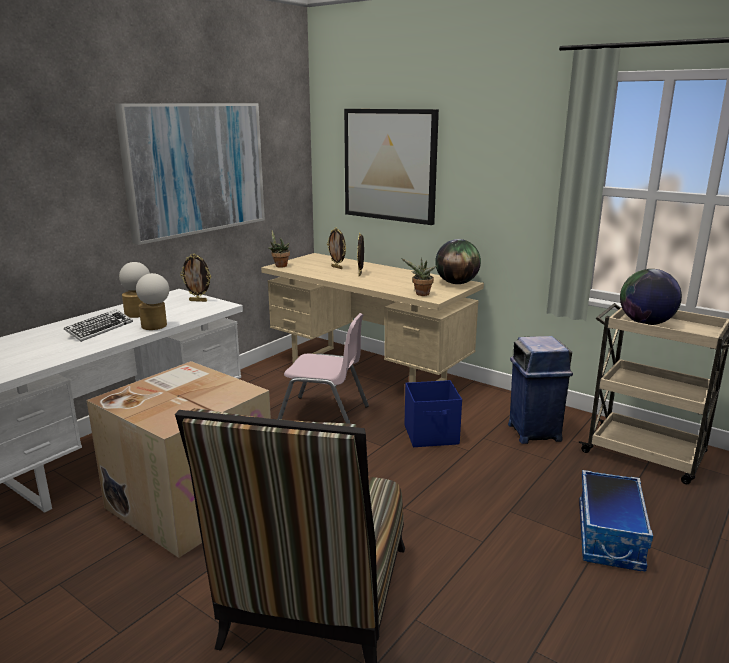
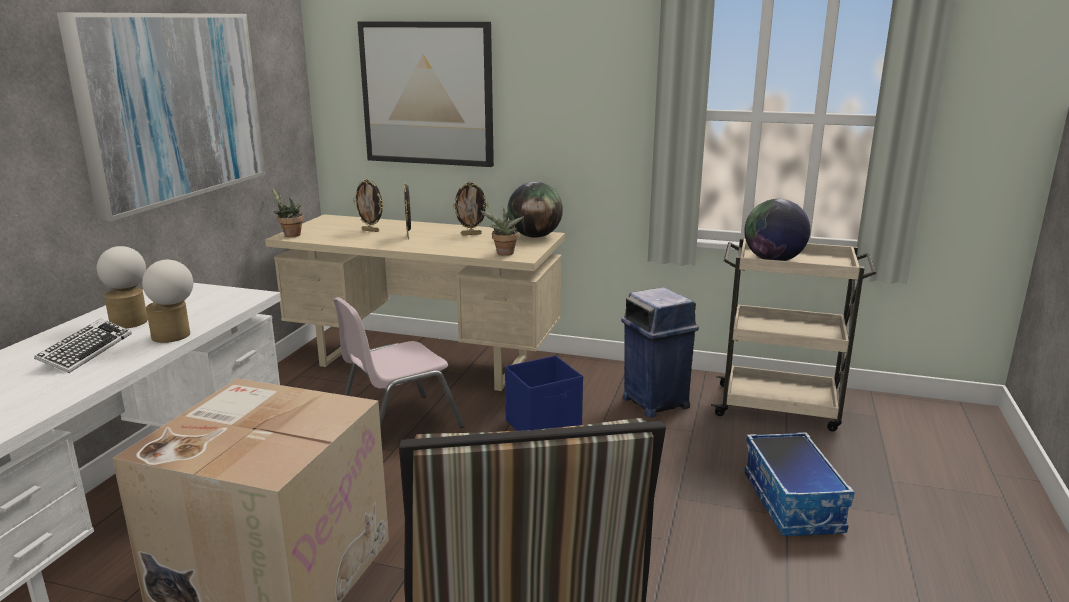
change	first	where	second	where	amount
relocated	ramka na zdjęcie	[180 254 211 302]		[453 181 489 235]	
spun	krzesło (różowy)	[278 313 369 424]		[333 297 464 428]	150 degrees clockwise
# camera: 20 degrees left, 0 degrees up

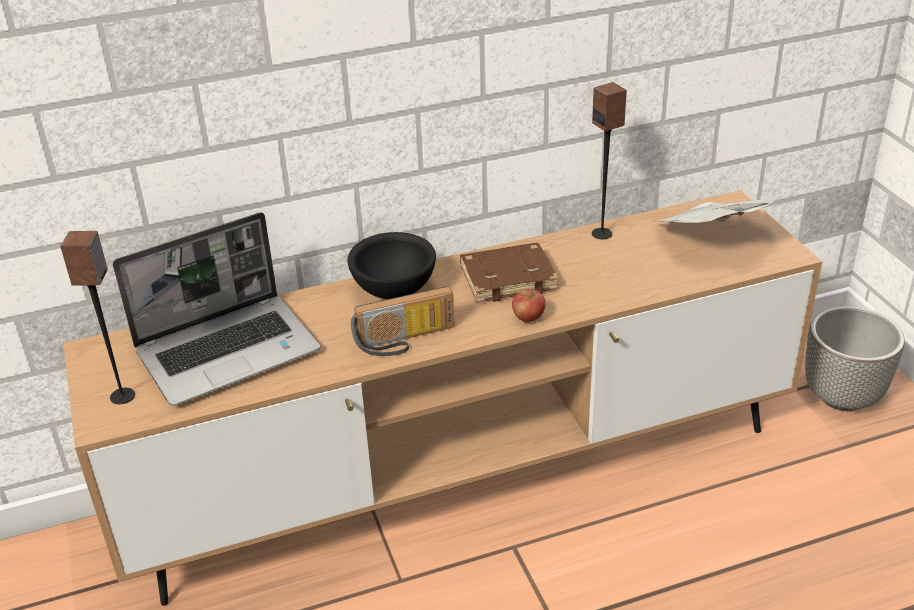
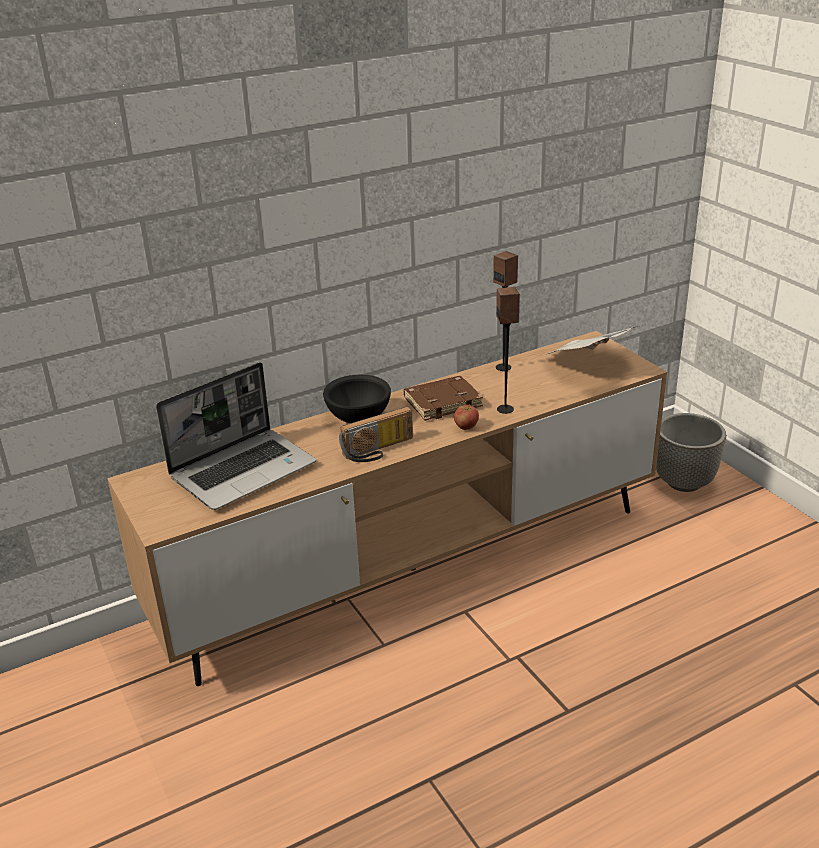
change	first	where	second	where	amount
relocated	głośnik	[60 231 135 404]		[496 287 520 414]	
# camera: 10 degrees left, 5 degrees down

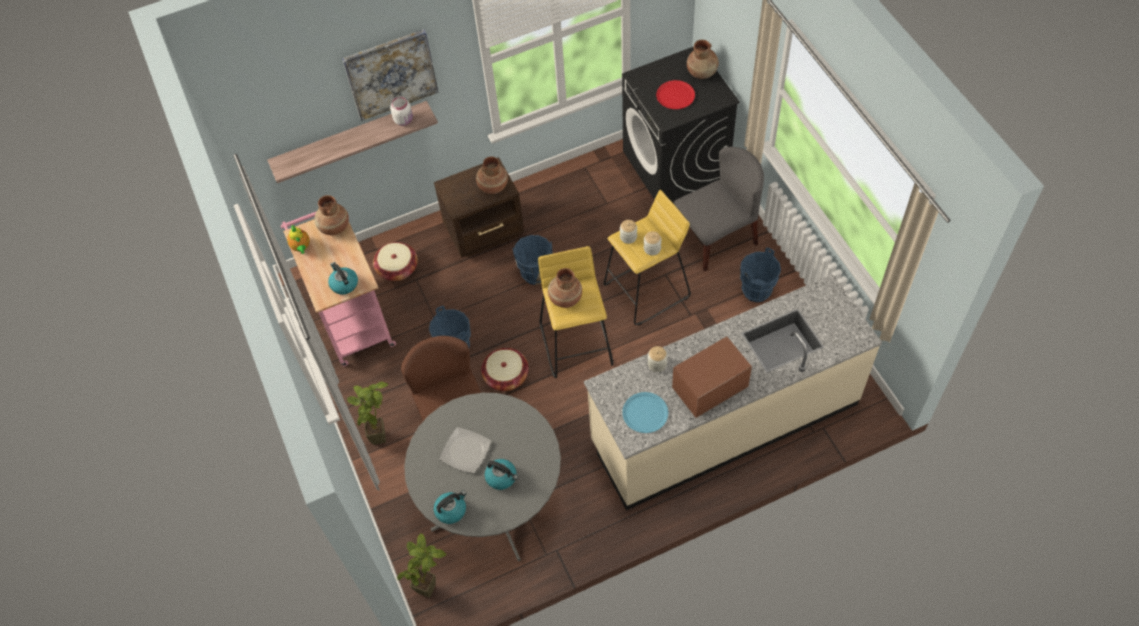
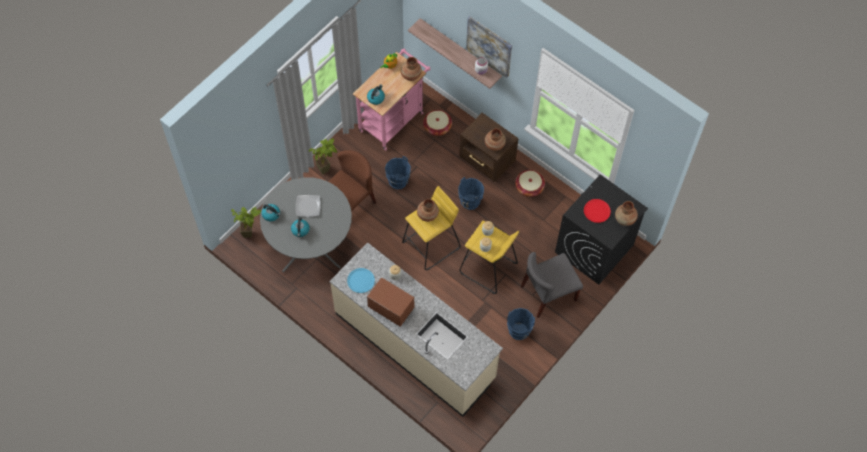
change	first	where	second	where	amount
spun	krzesło (szary)	[674 147 764 271]		[521 252 583 318]	120 degrees clockwise
relocated	koszyk	[481 348 529 391]		[515 170 545 197]	
# camera: 60 degrees right, 5 degrees up

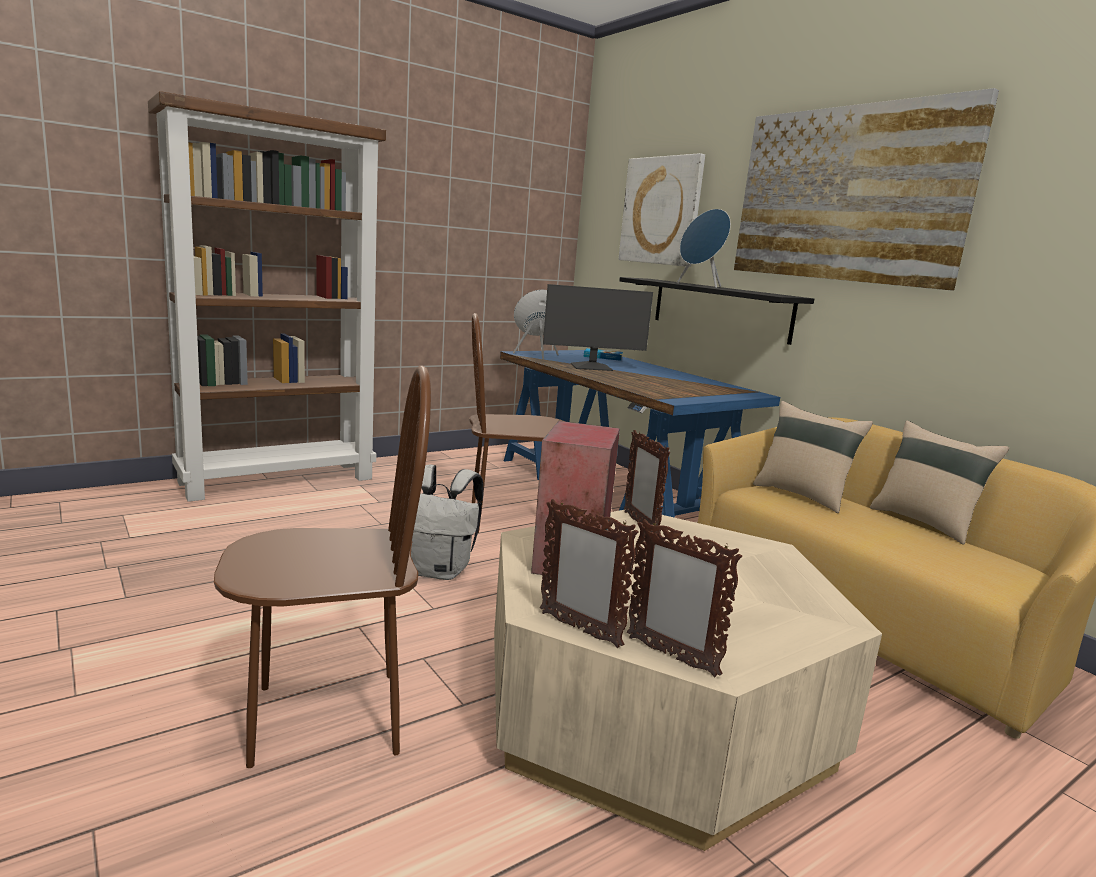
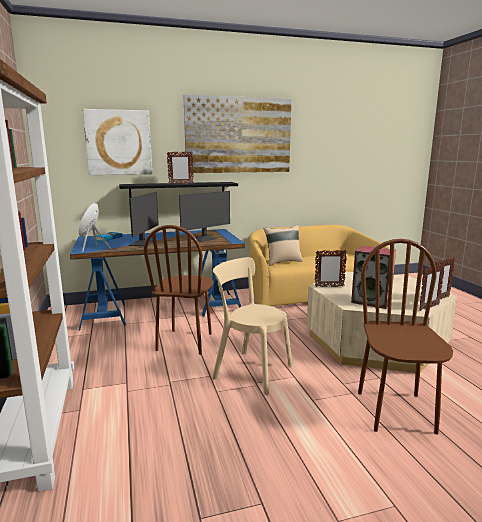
change	first	where	second	where	amount
exchanged	głośnik (niebieski)	[677 209 731 288]	ramka na zdjęcie	[167 151 194 184]	
missing	poduszka (beżowy)	[870 421 1009 545]			
exchanged	plecak (biały)	[411 465 484 580]	krzesło (beżowy)	[212 257 293 395]	
appeared			monitor	[179 191 230 242]	
# camera: 70 degrees left, 0 degrees up

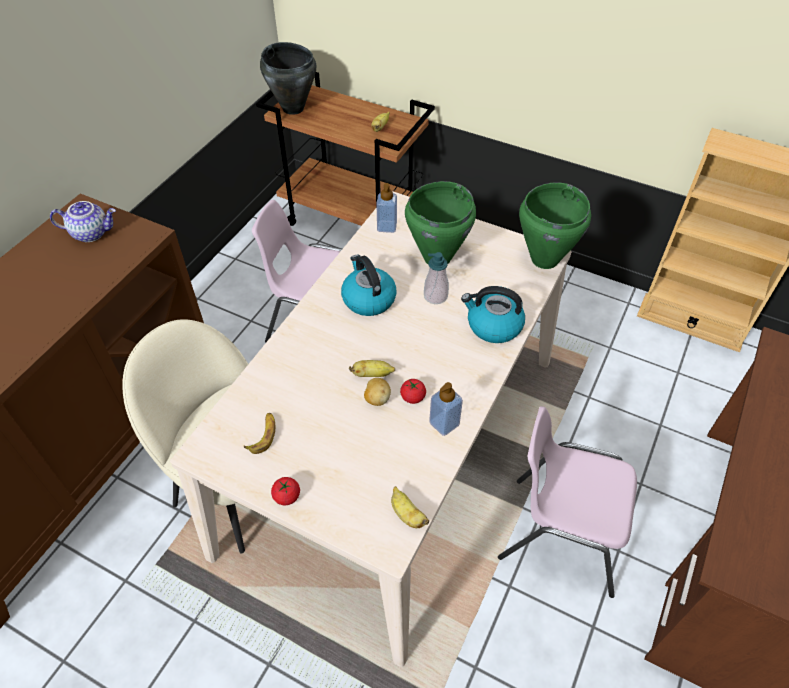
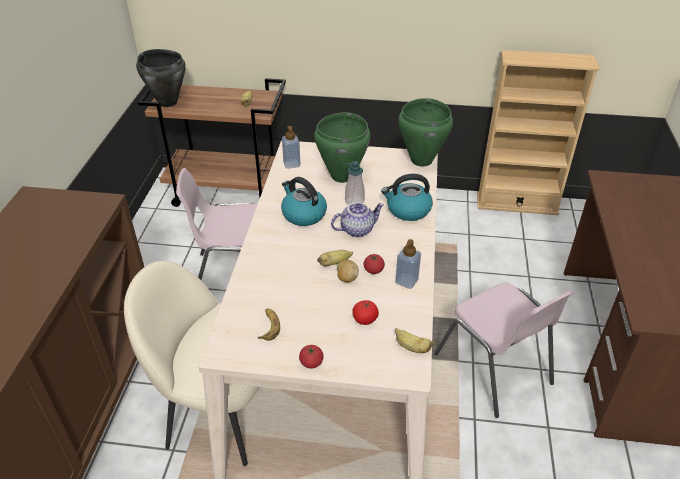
change	first	where	second	where	amount
relocated	imbryk	[50 201 116 242]		[331 203 384 237]	
spun	krzesło (różowy)	[498 406 637 598]		[434 283 574 418]	120 degrees counterclockwise
appeared			pomidor	[352 300 379 325]	
# camera: 20 degrees left, 10 degrees down

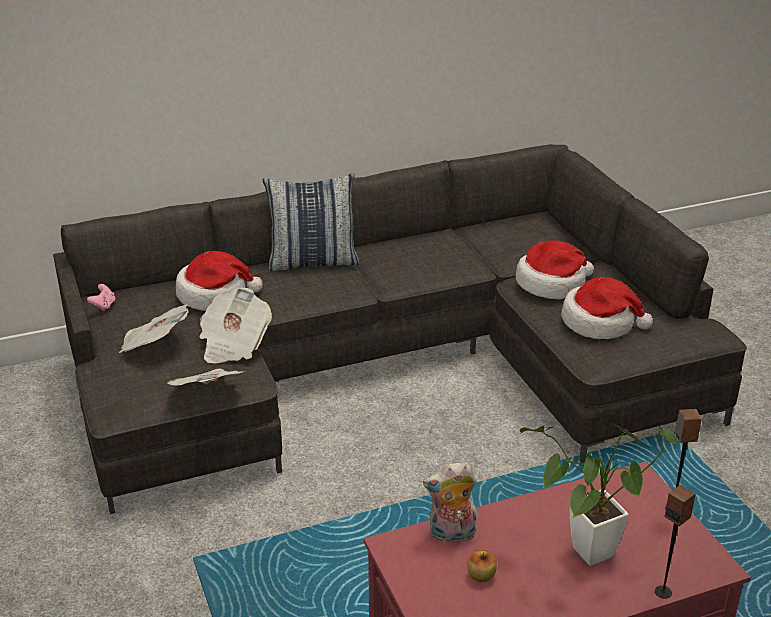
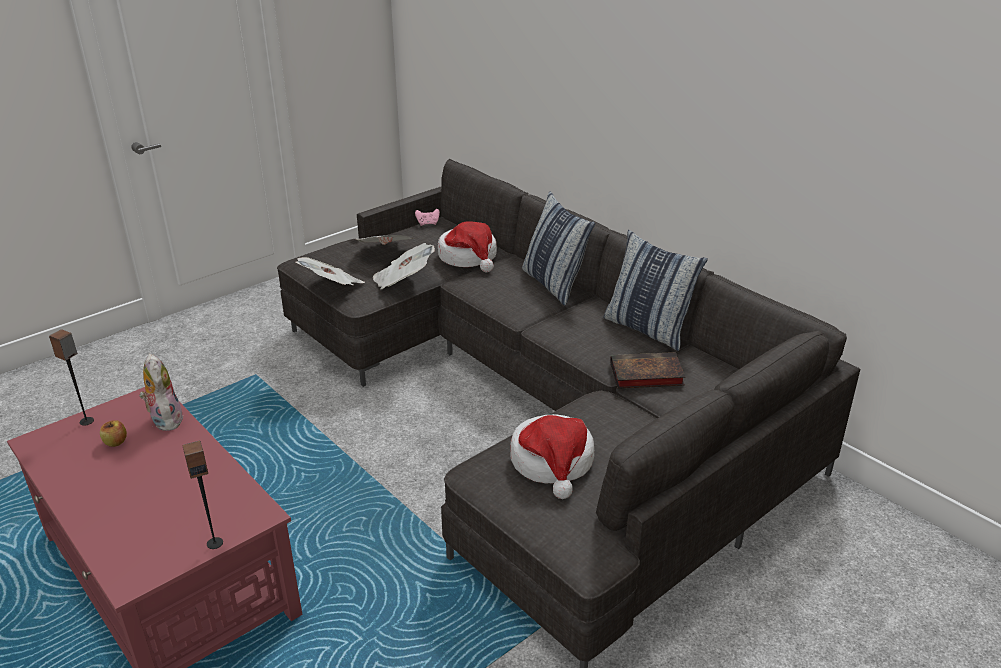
change	first	where	second	where	amount
missing	kapelusz	[516 240 594 299]			
missing	roślina doniczkowa	[520 424 678 566]			
relocated	głośnik	[655 485 696 599]		[49 329 94 426]	
appeared			poduszka	[603 230 708 351]	
appeared			książka	[610 352 686 389]	
# camera: 70 degrees right, 0 degrees up

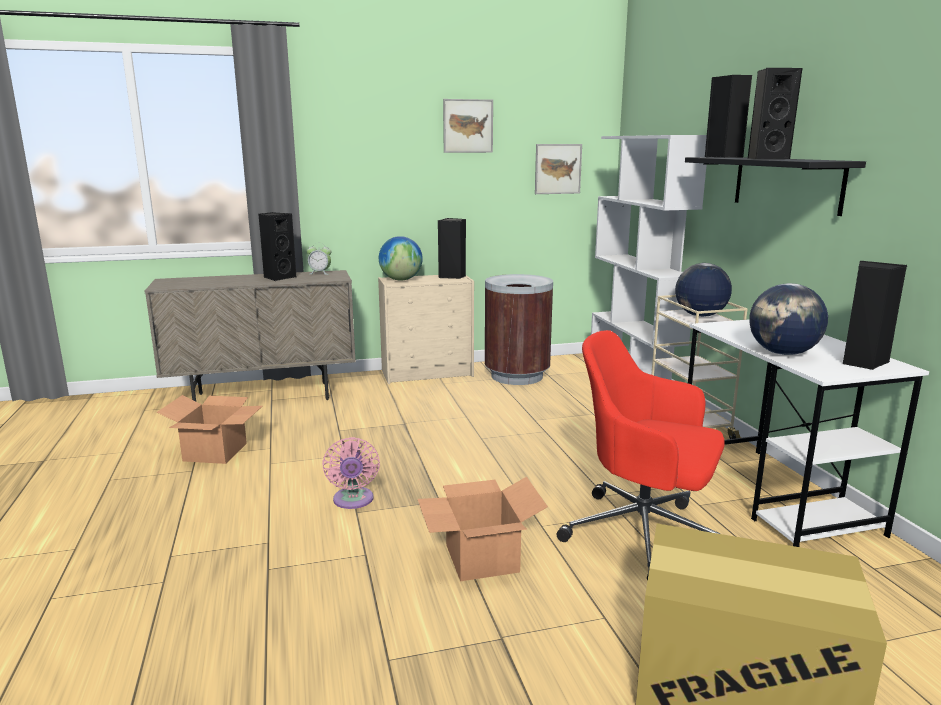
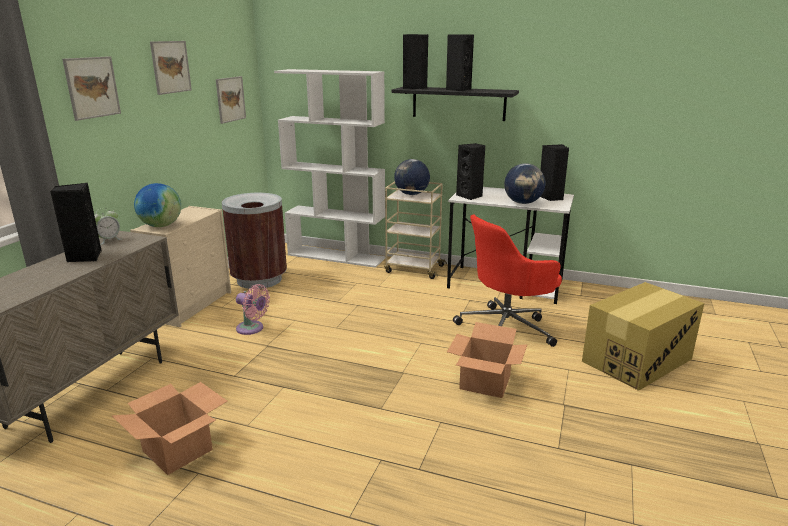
change	first	where	second	where	amount
relocated	głośnik (czarny)	[438 218 466 279]		[456 143 485 200]	
relocated	wentylator (różowy)	[322 437 380 509]		[236 284 270 335]	
appeared			obraz	[62 56 121 121]	
# camera: 55 degrees left, 5 degrees up

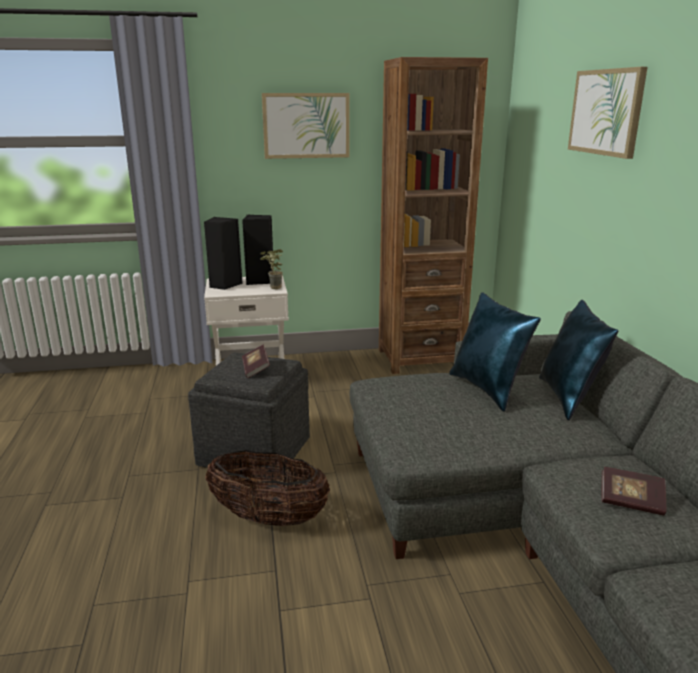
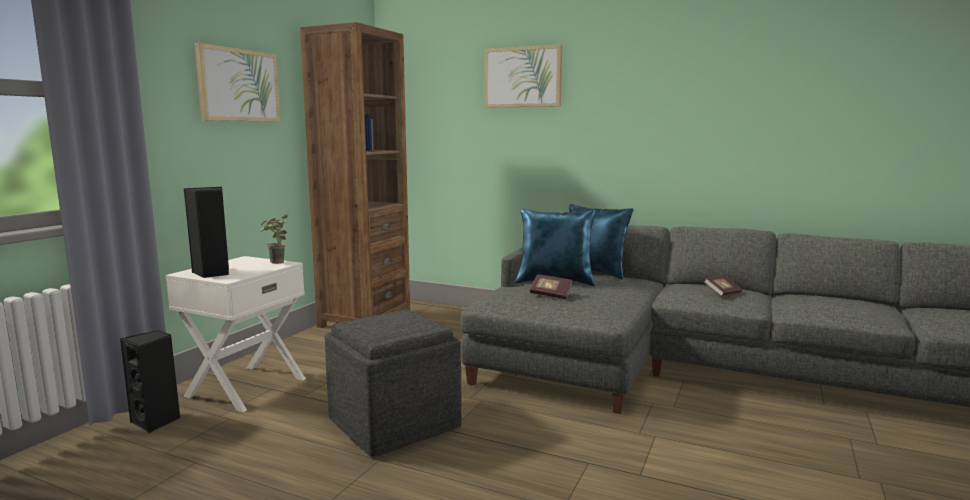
change	first	where	second	where	amount
relocated	głośnik (czarny)	[242 215 273 285]		[120 330 181 433]	
relocated	książka	[242 345 270 378]		[530 274 572 299]	
missing	koszyk	[205 450 330 526]			
# camera: 55 degrees left, 10 degrees down

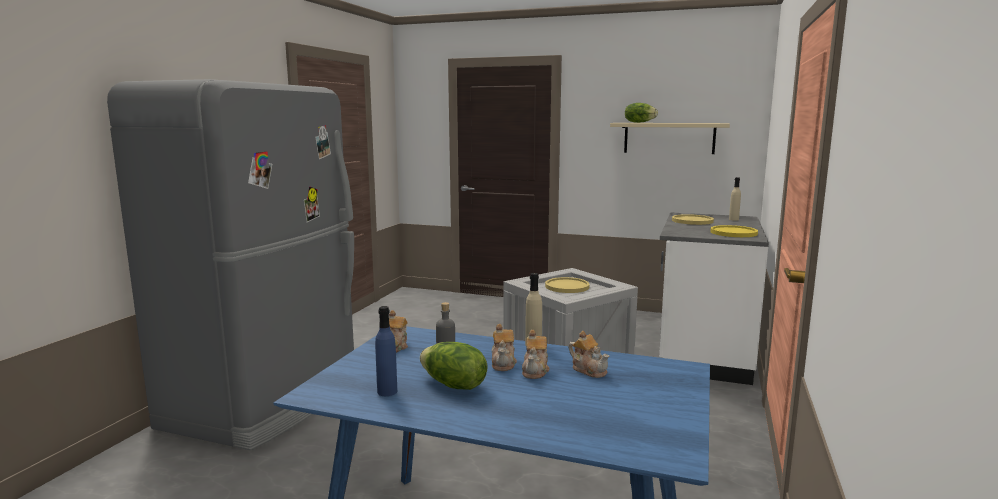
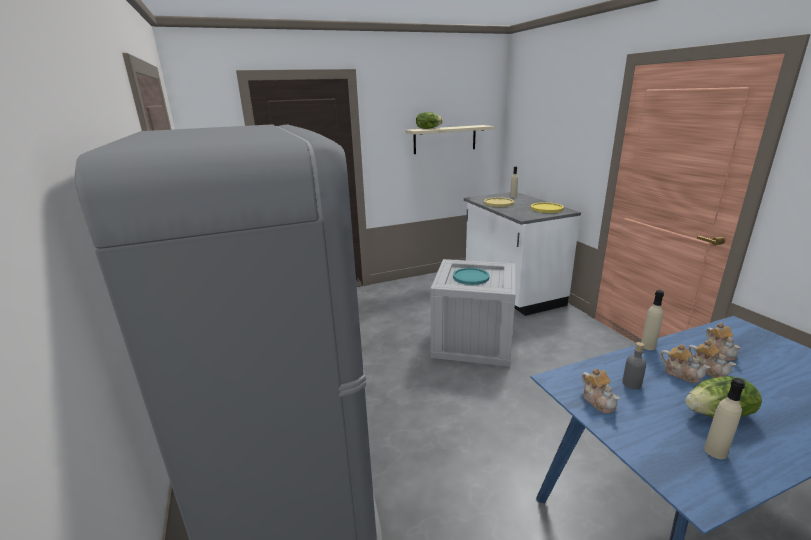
change	first	where	second	where	amount
colour	talerz (żółty)	[545 277 589 293]	talerz (turkusowy)	[453 268 490 285]	
colour	butelka (niebieski)	[375 306 397 396]	butelka (beżowy)	[704 378 745 459]	
spun	imbryk	[569 331 610 378]		[706 323 741 361]	75 degrees clockwise
# camera: 40 degrees left, 10 degrees up

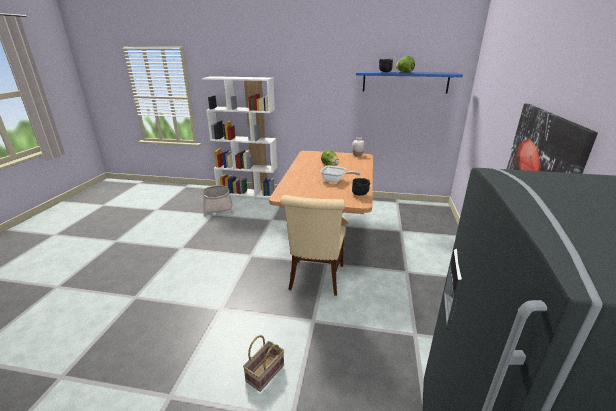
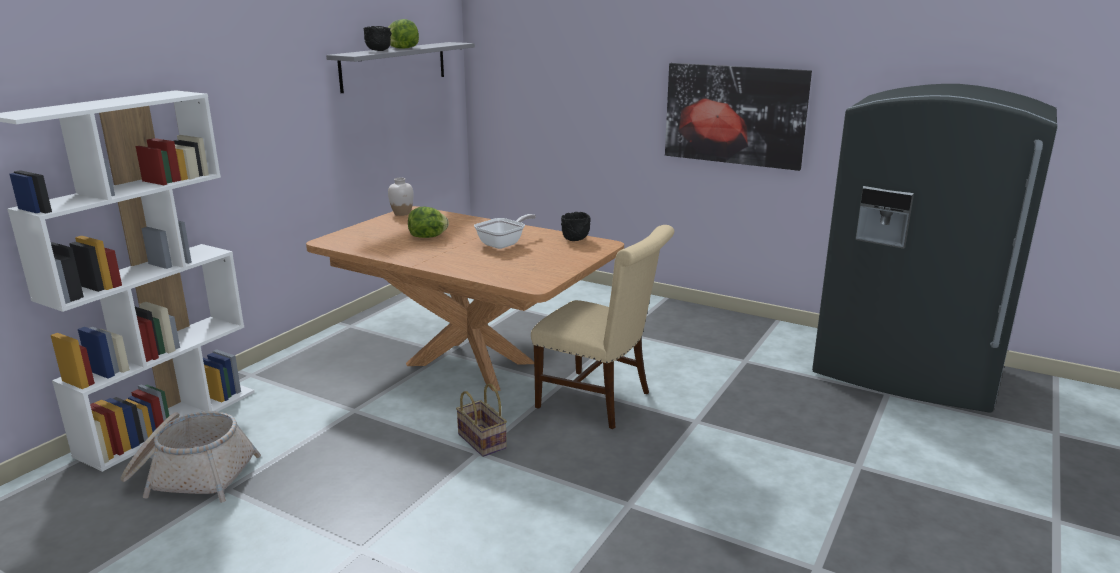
change	first	where	second	where	amount
colour	półka (niebieski)	[356 71 463 93]	półka (szary)	[326 42 475 93]	
relocated	koszyk	[243 335 284 392]		[456 383 507 457]	
# camera: 70 degrees left, 5 degrees down

